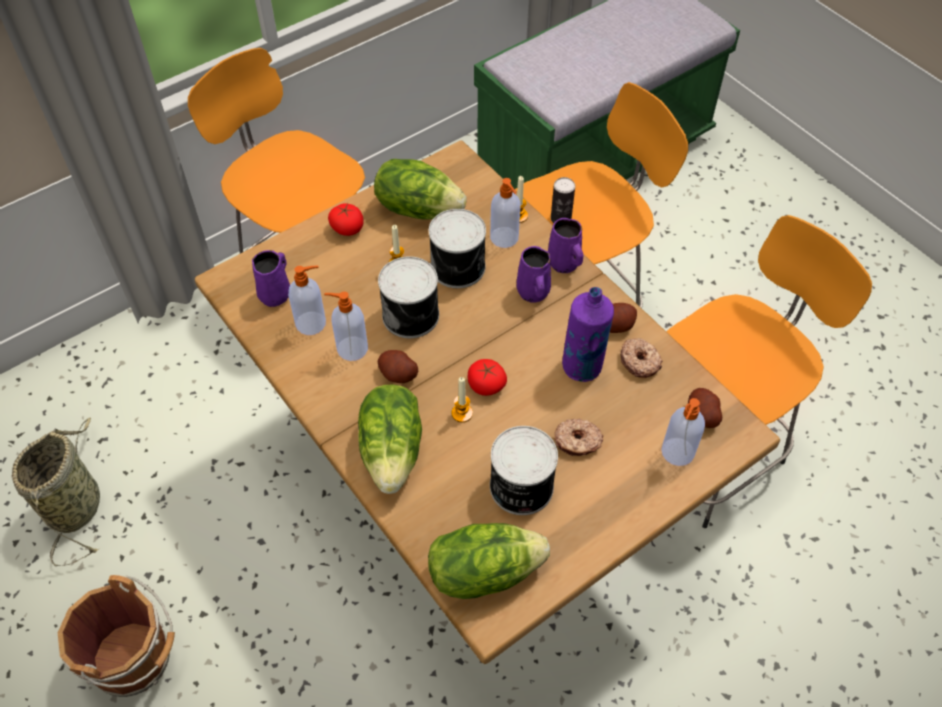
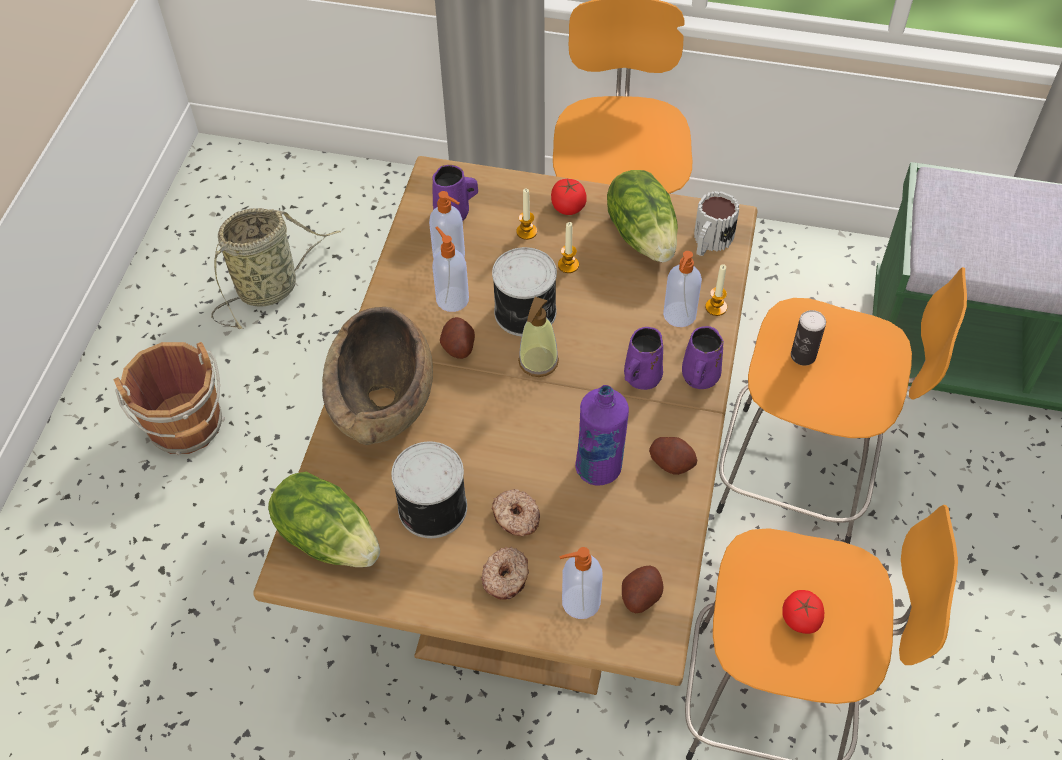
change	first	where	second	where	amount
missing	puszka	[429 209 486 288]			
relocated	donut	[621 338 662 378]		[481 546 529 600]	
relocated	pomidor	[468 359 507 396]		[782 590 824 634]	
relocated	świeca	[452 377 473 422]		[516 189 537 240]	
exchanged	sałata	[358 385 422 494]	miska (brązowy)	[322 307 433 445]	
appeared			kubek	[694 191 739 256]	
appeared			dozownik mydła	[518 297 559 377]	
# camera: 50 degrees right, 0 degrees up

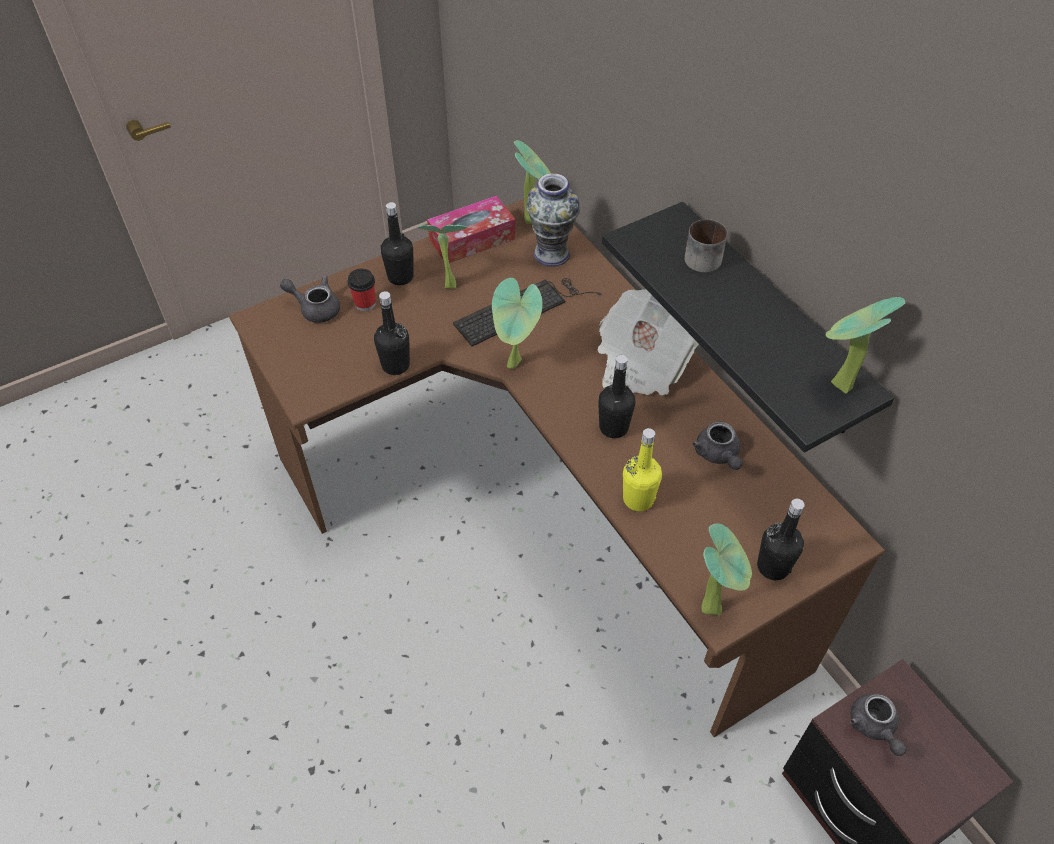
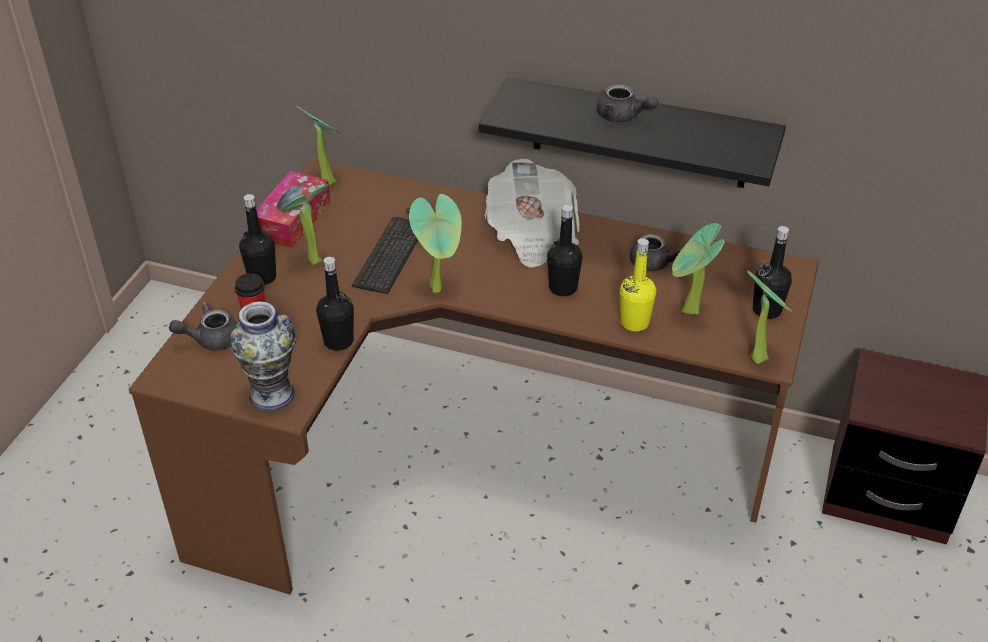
change	first	where	second	where	amount
relocated	wazon	[526 173 580 267]		[230 301 296 411]	
missing	kubek	[684 219 727 272]			
relocated	roślina doniczkowa	[826 297 906 394]		[672 223 725 315]	
relocated	imbryk (szary)	[850 694 907 756]		[597 84 658 122]	
# camera: 40 degrees left, 10 degrees down

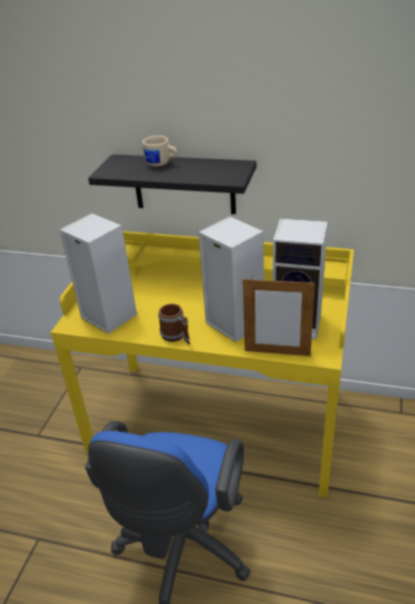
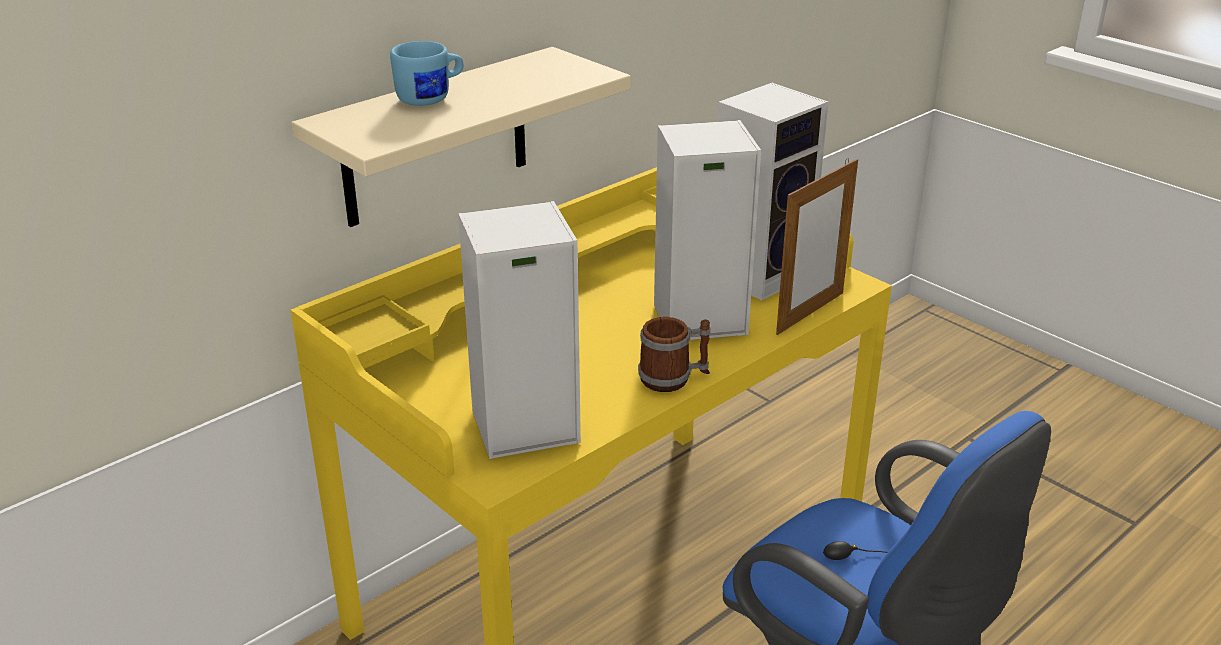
change	first	where	second	where	amount
colour	kubek (beżowy)	[142 135 177 167]	kubek (niebieski)	[390 41 464 106]	
colour	półka (czarny)	[88 154 256 214]	półka (beżowy)	[291 47 631 227]	
# camera: 60 degrees left, 5 degrees down

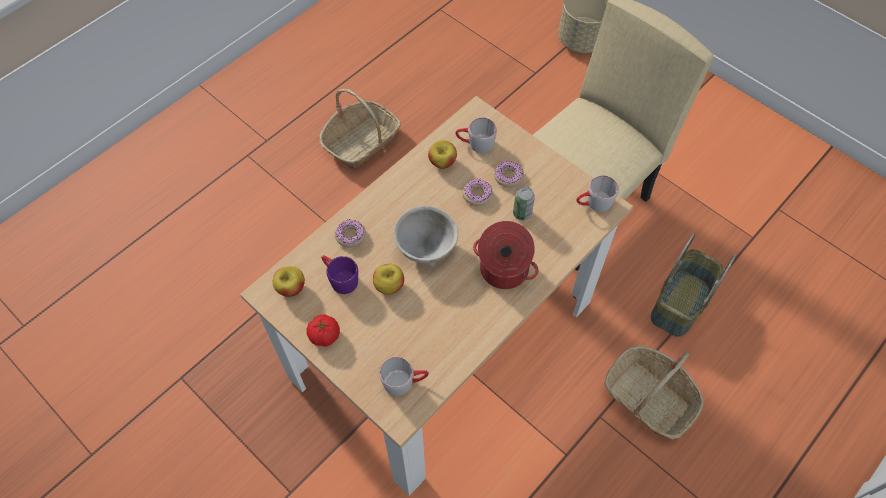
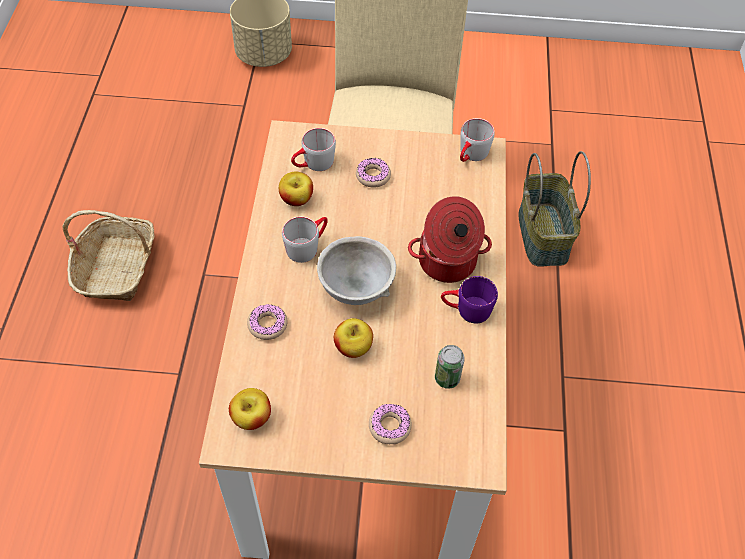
change	first	where	second	where	amount
relocated	donut	[462 179 493 206]		[369 404 412 444]	
relocated	puszka	[513 187 535 220]		[435 345 465 389]	
relocated	kubek (fioletowy)	[321 255 358 294]		[441 276 498 323]	
missing	pomidor	[306 314 340 347]			
missing	koszyk	[604 346 704 439]			
relocated	kubek (szary)	[379 357 429 396]		[282 217 328 263]	
# camera: 40 degrees left, 5 degrees down

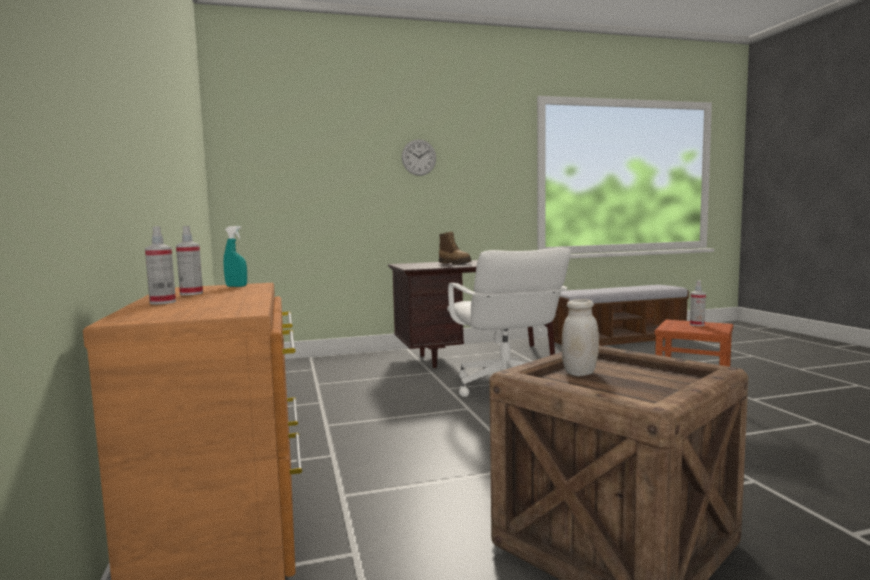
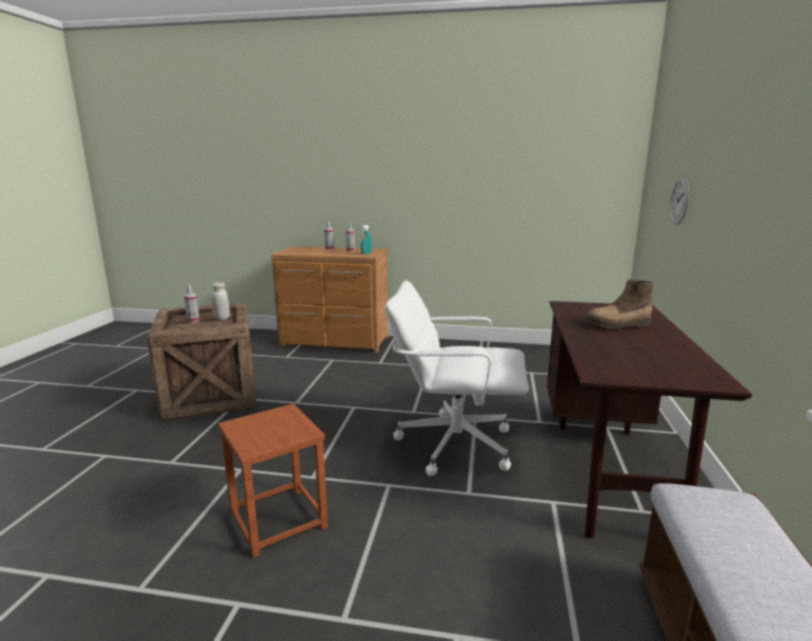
change	first	where	second	where	amount
relocated	zegar ścienny	[402 139 436 176]		[670 177 689 225]	
relocated	spryskiwacz	[690 280 706 326]		[184 285 200 323]	
# camera: 115 degrees right, 10 degrees up

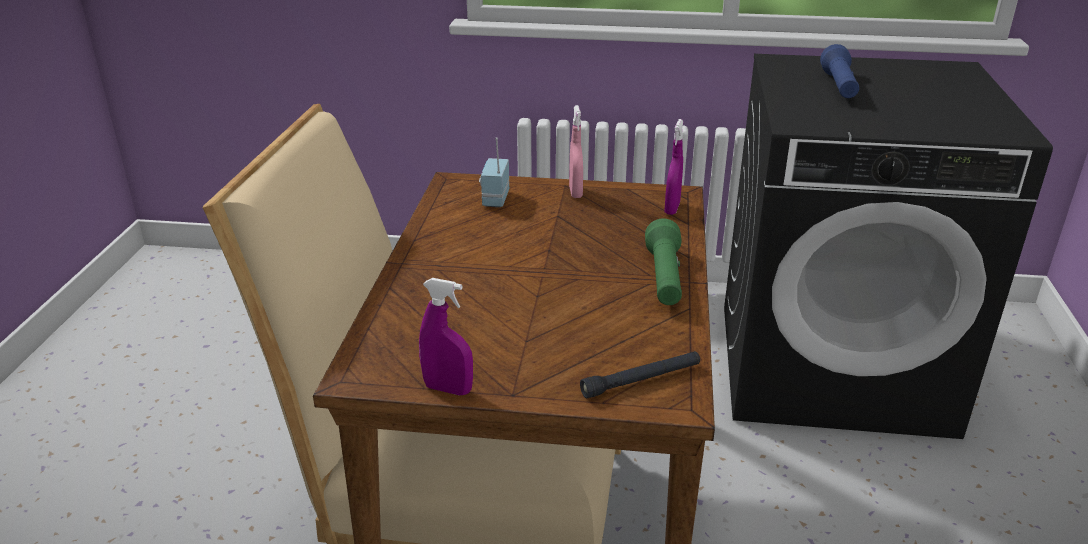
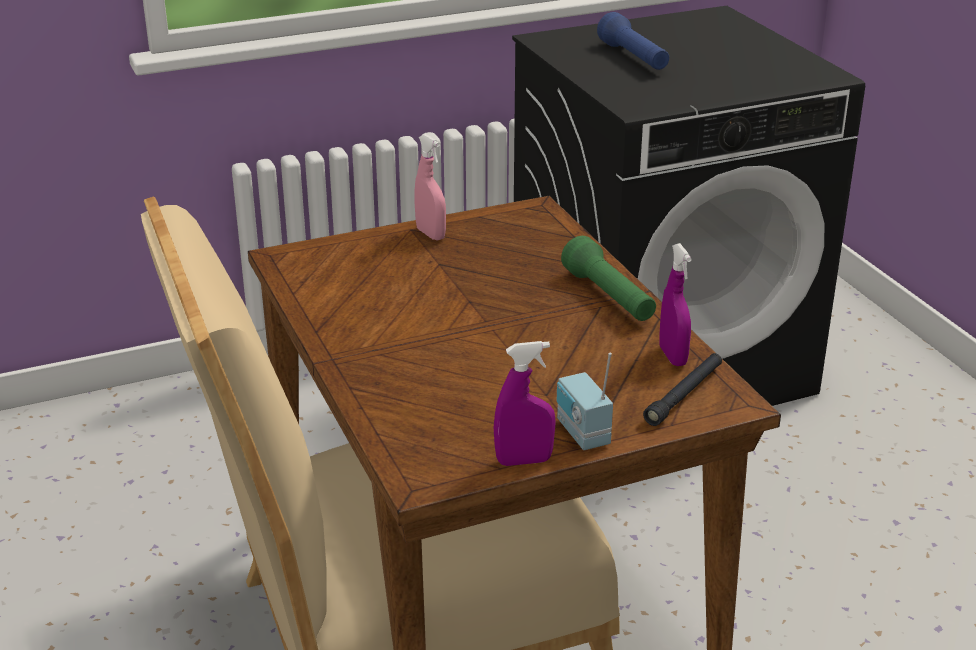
change	first	where	second	where	amount
relocated	spryskiwacz (fioletowy)	[664 119 684 215]		[659 243 692 366]	
relocated	radio	[479 137 509 207]		[557 353 613 450]	
# camera: 30 degrees left, 0 degrees up

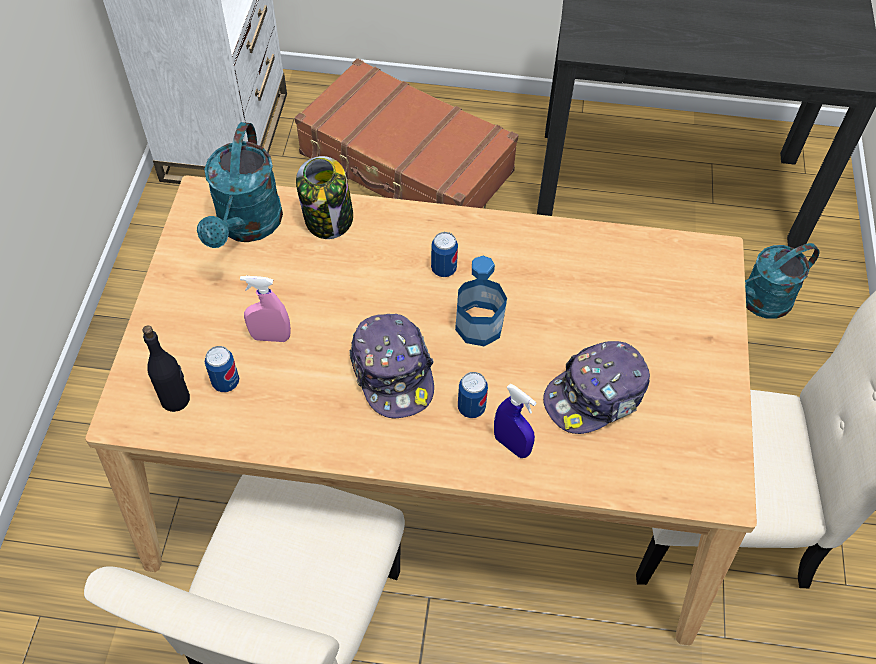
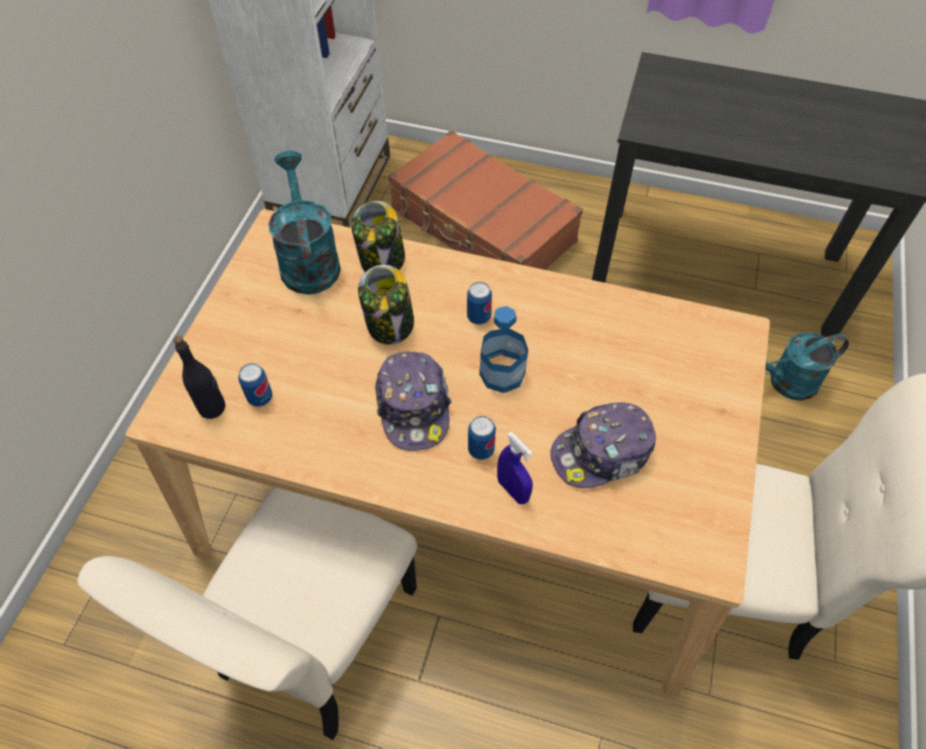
change	first	where	second	where	amount
spun	konewka (turkusowy)	[197 122 283 248]		[268 151 341 295]	150 degrees clockwise
missing	spryskiwacz (różowy)	[240 276 291 342]			
appeared			słoik	[358 265 414 345]	
# camera: 10 degrees right, 0 degrees up

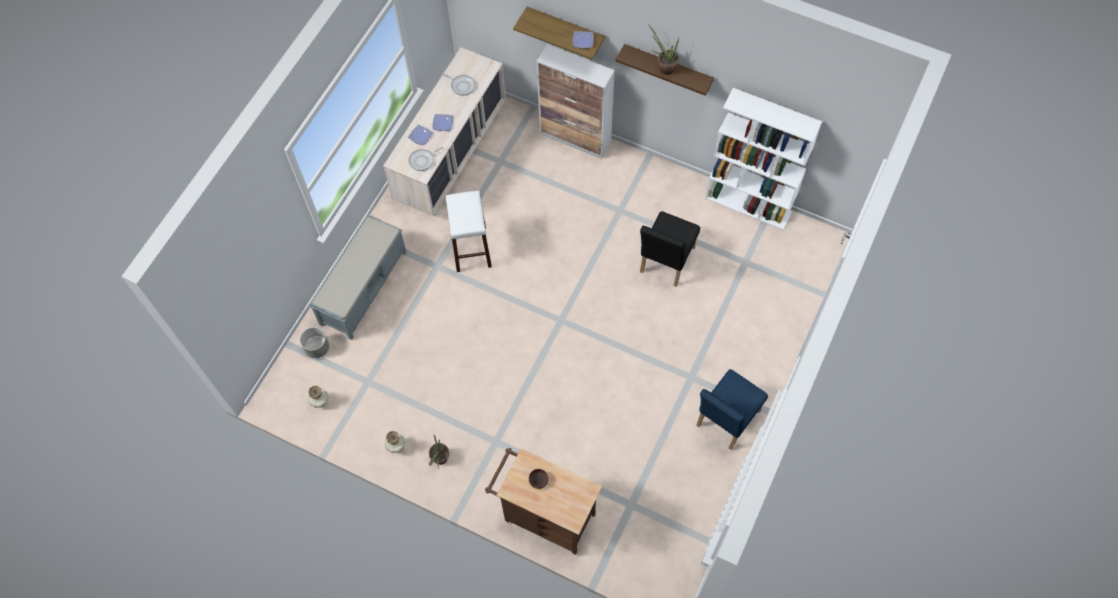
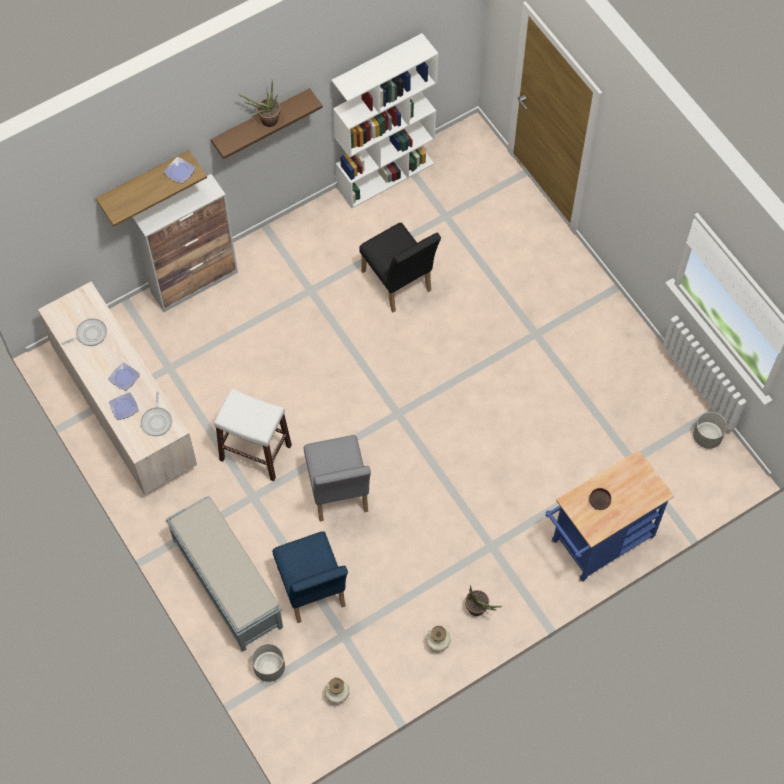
change	first	where	second	where	amount
relocated	krzesło (niebieski)	[696 369 768 450]		[272 531 348 623]	
colour	wózek (brązowy)	[485 448 602 555]	wózek (niebieski)	[546 450 674 581]	
appeared			donica (szary)	[693 412 727 449]	
appeared			krzesło (szary)	[304 435 371 521]	
# camera: 60 degrees left, 0 degrees up

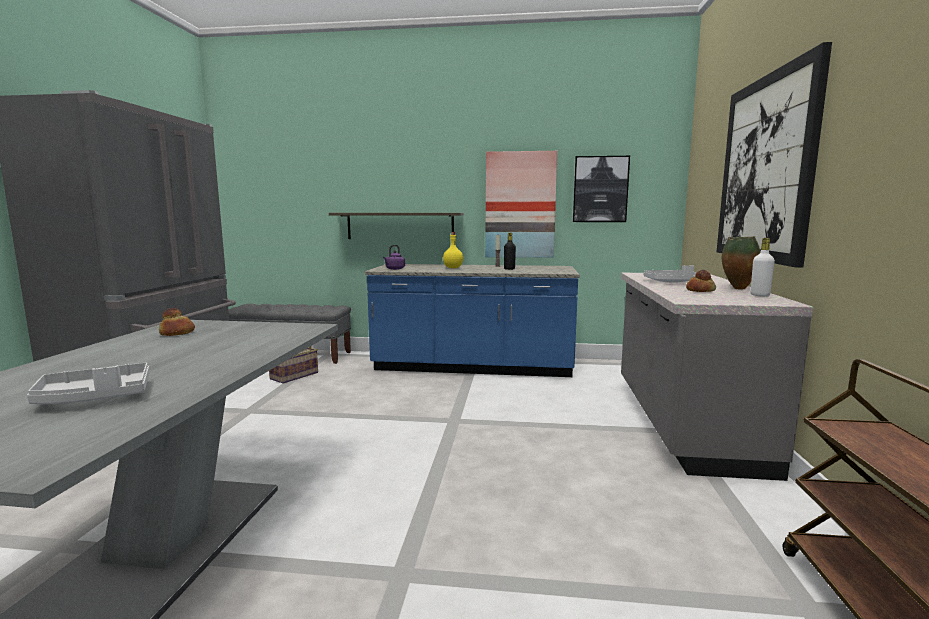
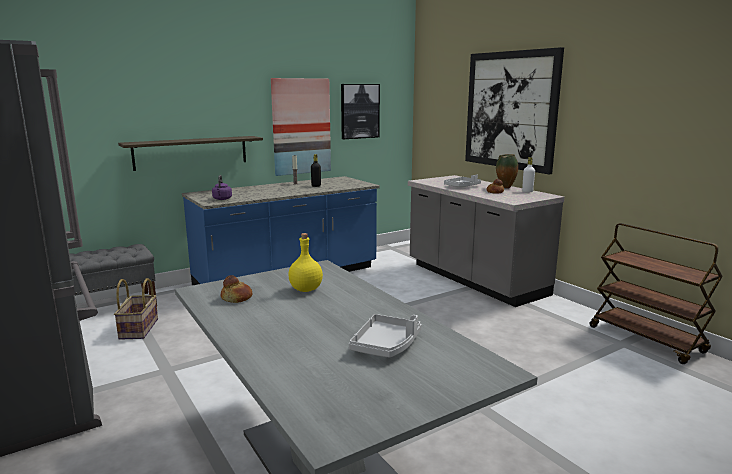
change	first	where	second	where	amount
relocated	butelka (żółty)	[443 232 463 268]		[288 233 323 292]	
# camera: 40 degrees left, 5 degrees up

